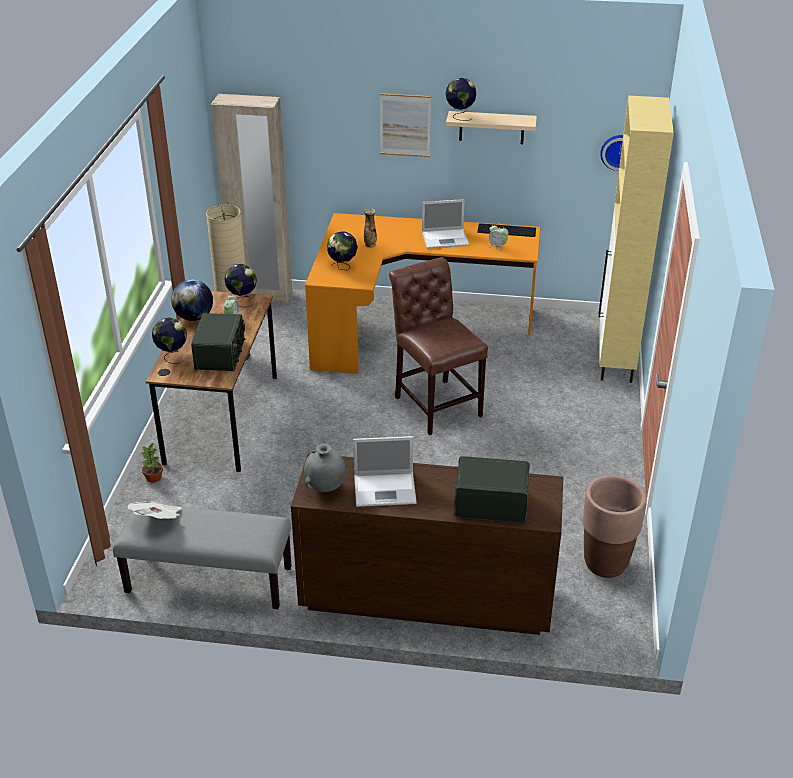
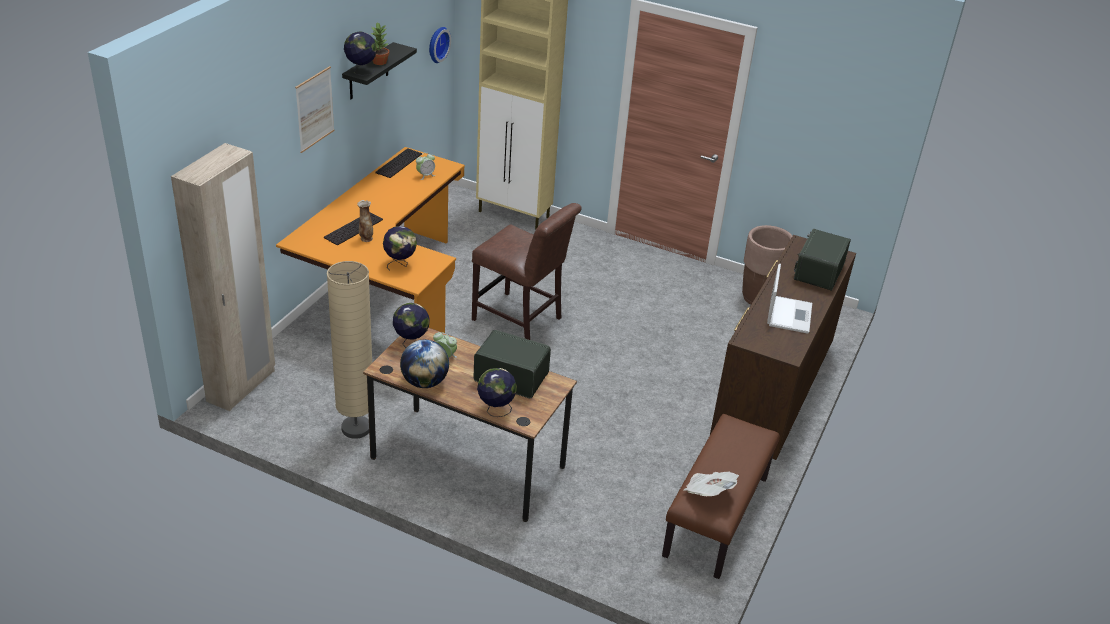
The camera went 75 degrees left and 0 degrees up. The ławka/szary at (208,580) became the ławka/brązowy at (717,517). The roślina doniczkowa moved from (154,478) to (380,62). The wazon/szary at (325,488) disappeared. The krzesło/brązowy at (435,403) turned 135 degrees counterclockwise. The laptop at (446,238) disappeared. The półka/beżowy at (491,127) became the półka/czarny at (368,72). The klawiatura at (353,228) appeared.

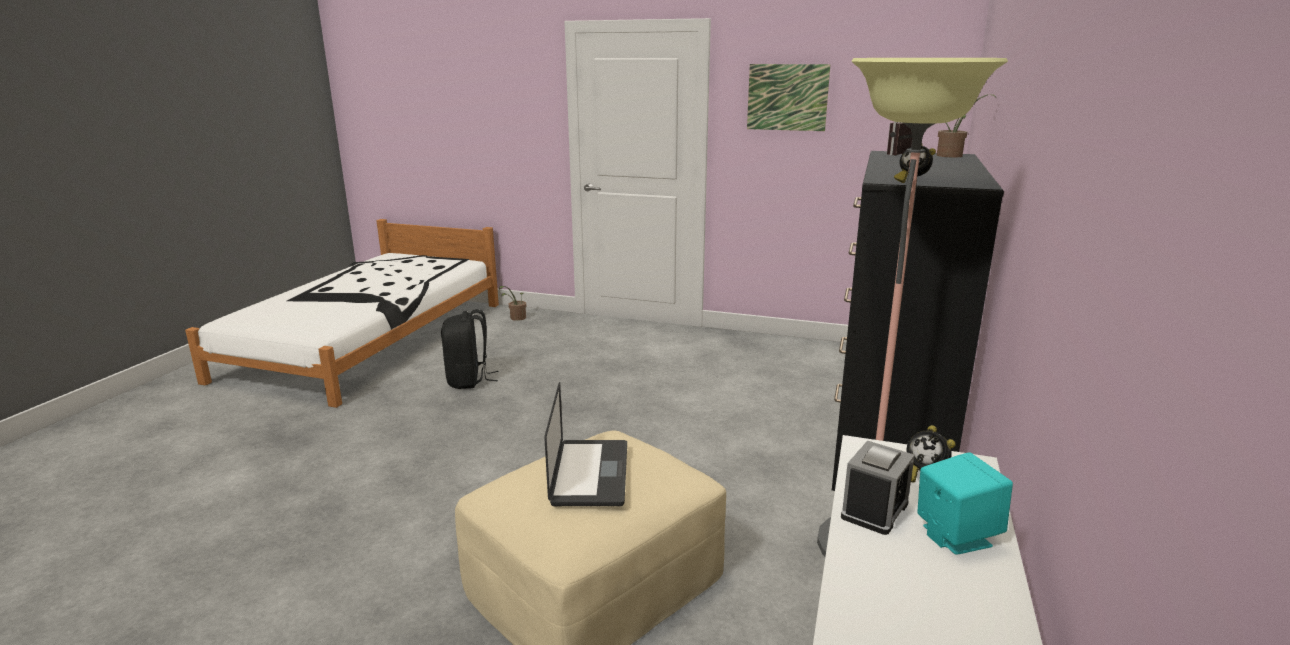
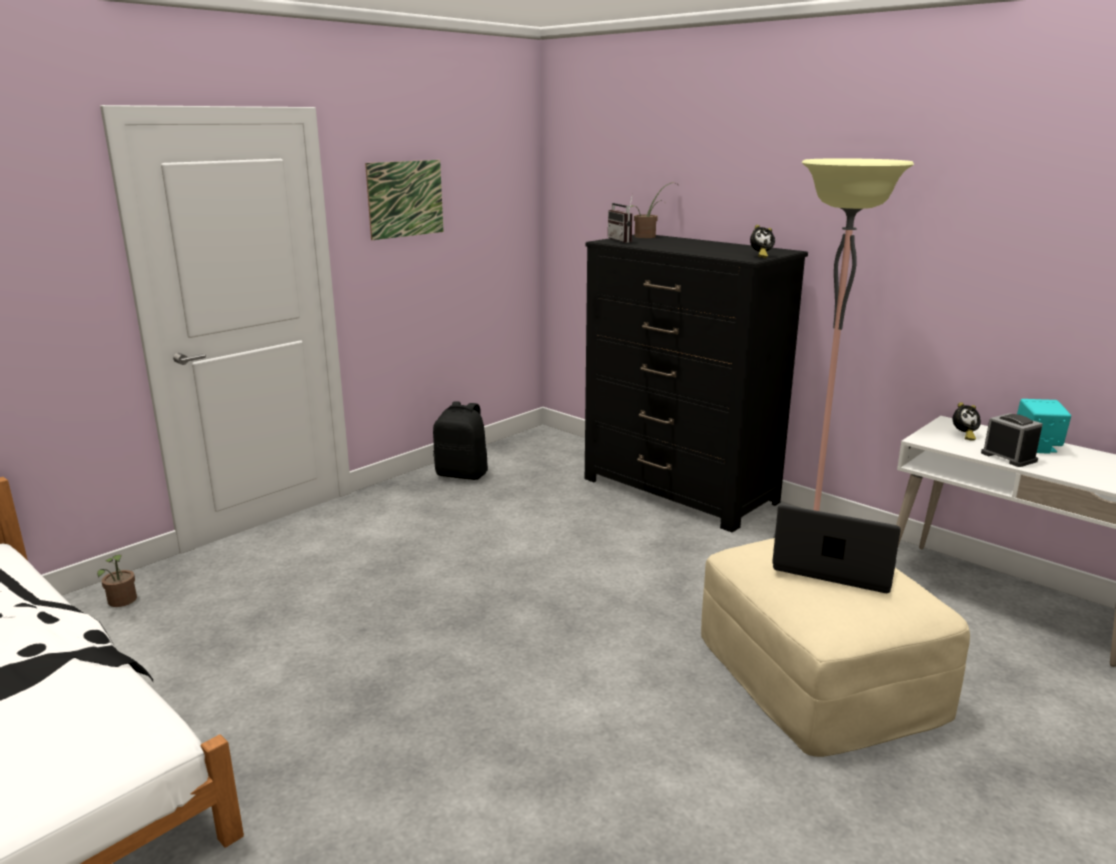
The camera went 65 degrees left and 0 degrees up. The plecak/czarny moved from (469,380) to (462,474).

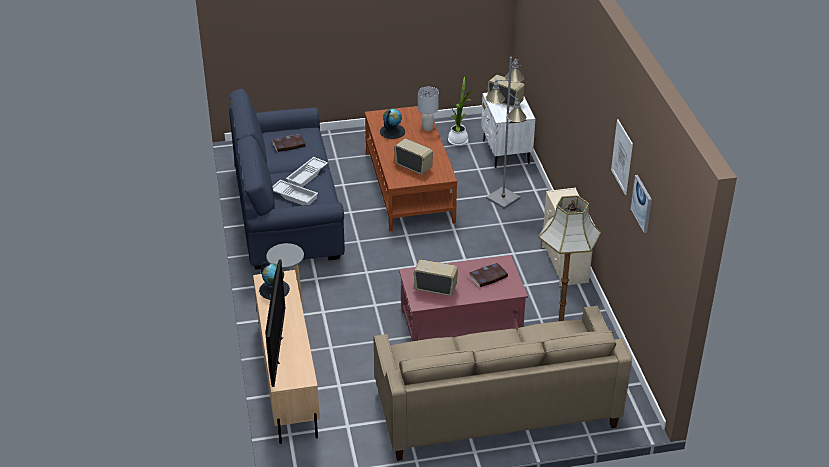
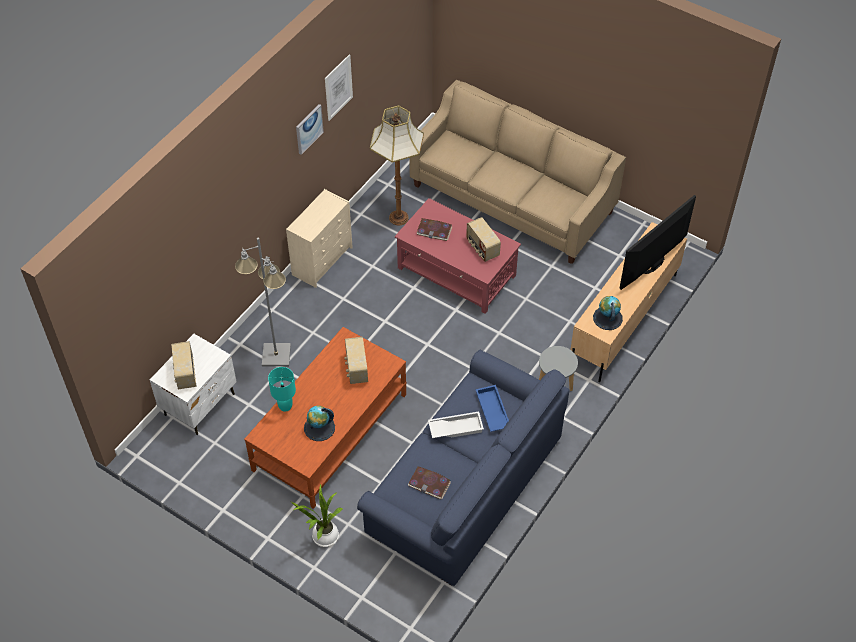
The camera went 135 degrees left and 15 degrees up. The taca/biały at (294,195) became the taca/niebieski at (491,411). The lampa stołowa/szary at (427,128) became the lampa stołowa/turkusowy at (285,406). The roślina doniczkowa moved from (458,140) to (323,536). The obraz moved from (642,203) to (309,129).

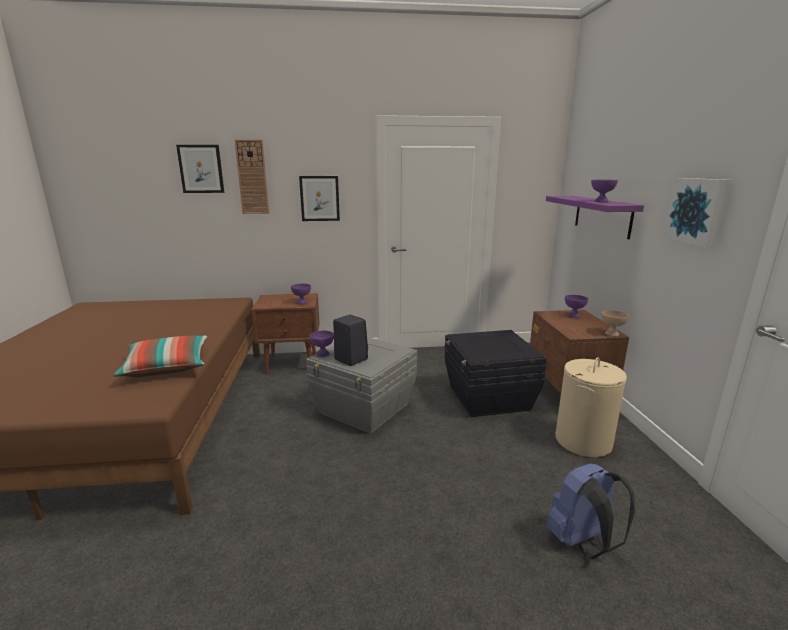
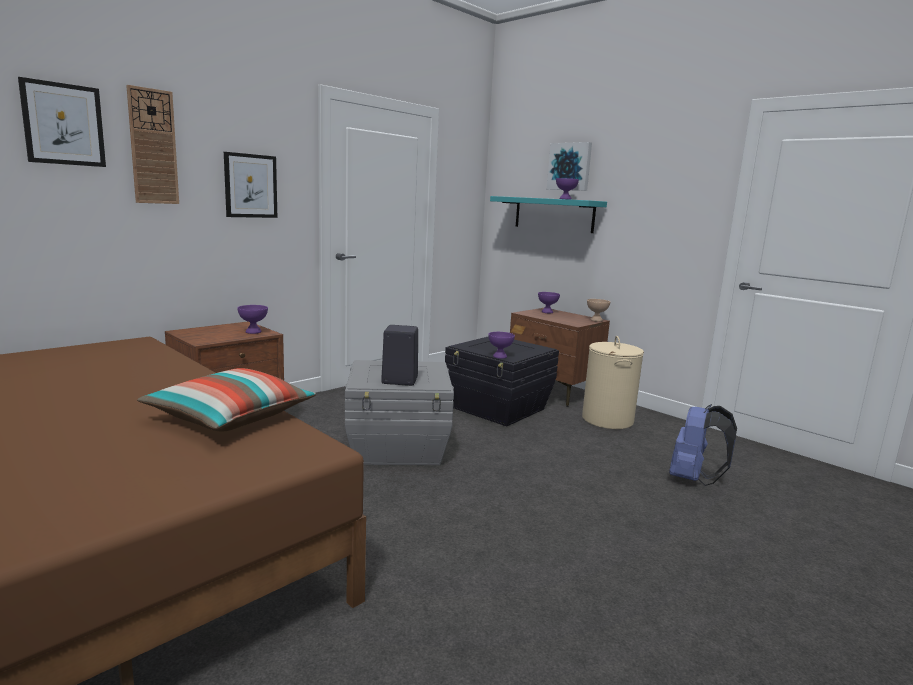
The camera went 40 degrees left and 5 degrees down. The miska/fioletowy moved from (323,354) to (500,356). The półka/fioletowy at (602,215) became the półka/turkusowy at (554,214). The obraz moved from (697,211) to (570,166).

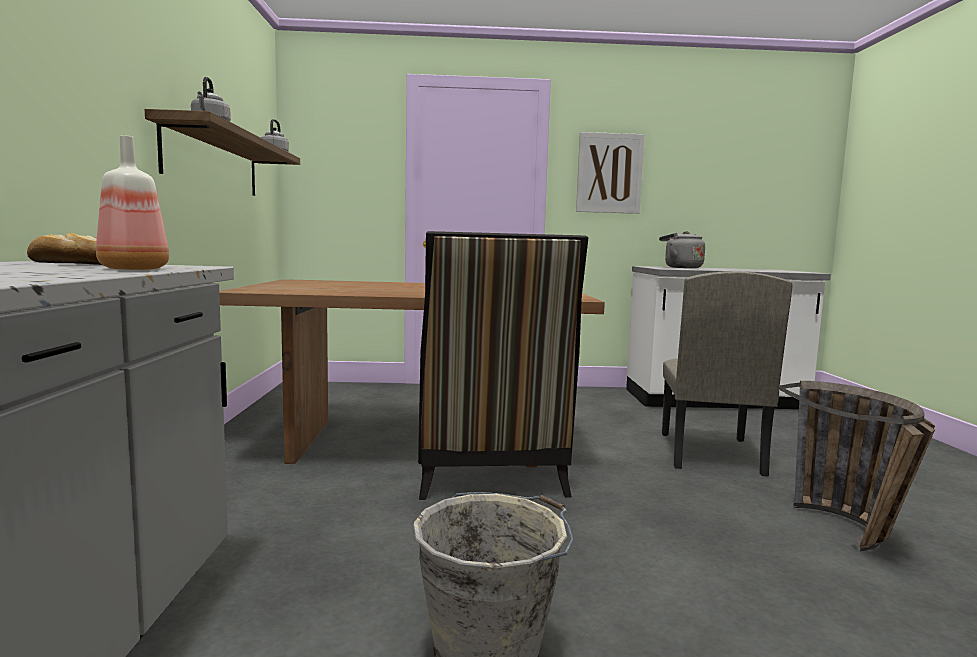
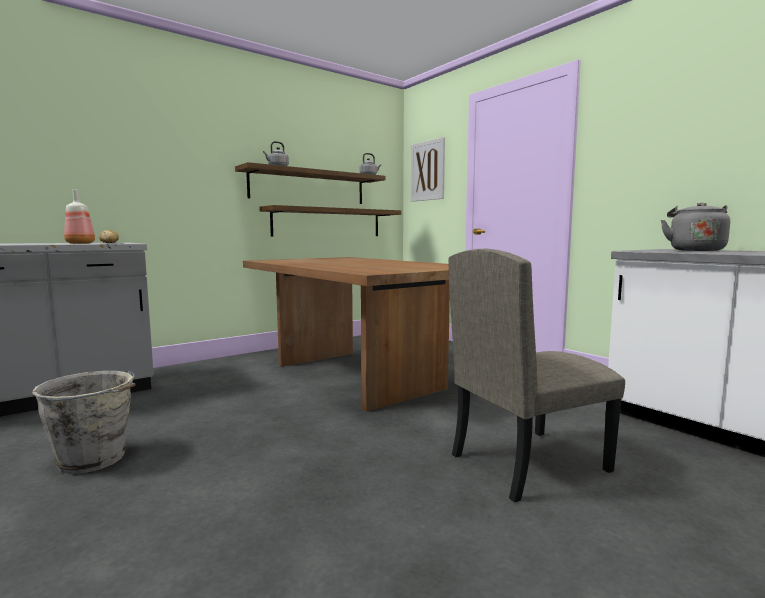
The camera went 55 degrees right and 0 degrees up. The krzesło at (488,471) disappeared. The obraz moved from (609,173) to (427,171). The koszyk at (853,537) disappeared. The półka at (328,222) appeared.

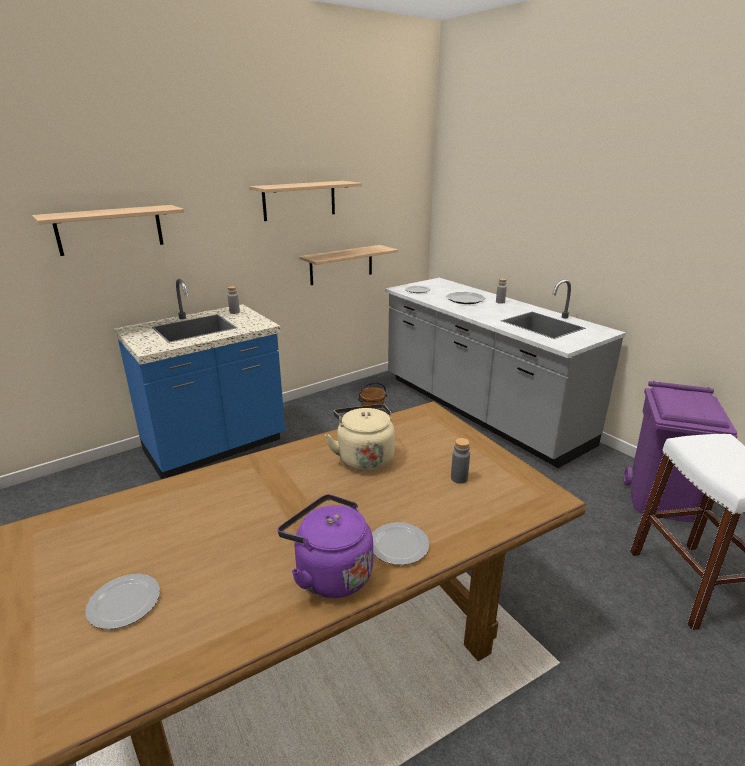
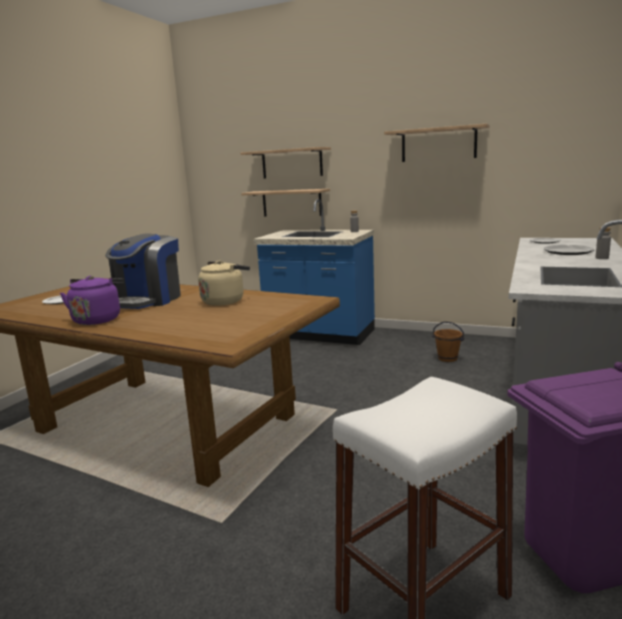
The camera went 60 degrees right and 10 degrees down. The półka moved from (341,265) to (291,203). The talerz at (398,545) disappeared. The butelka/szary at (459,478) disappeared. The ekspres do kawy at (148,300) appeared.

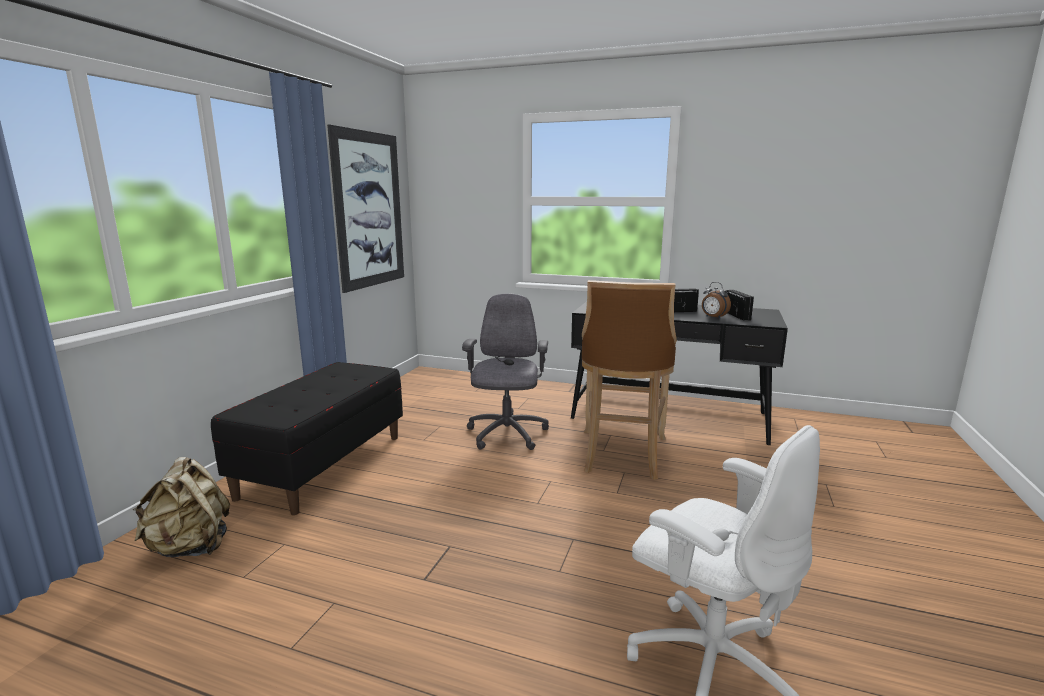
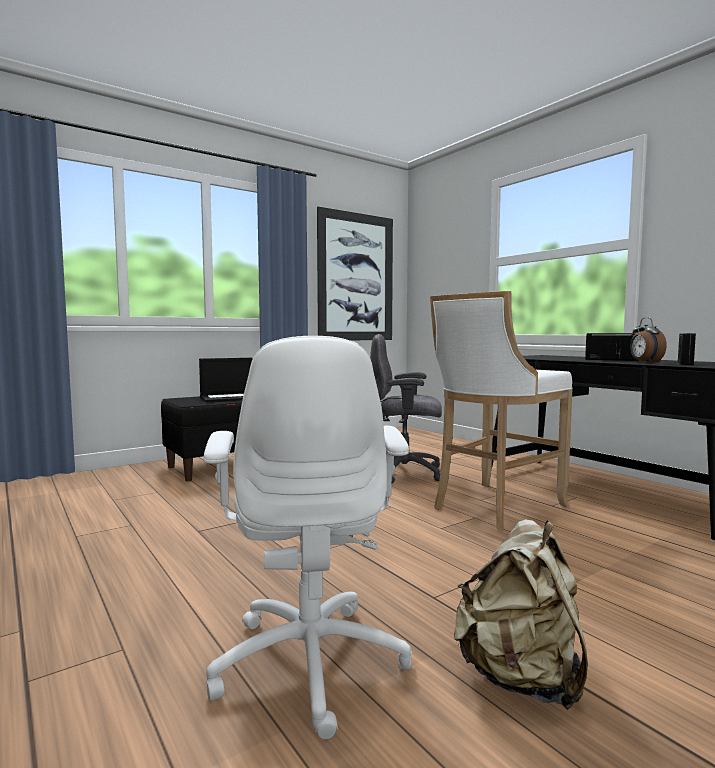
The camera went 35 degrees right and 10 degrees down. The plecak/beżowy moved from (190,547) to (521,677). The krzesło biurowe/szary at (506,435) turned 120 degrees counterclockwise. The stołek/brązowy at (622,455) became the stołek/biały at (494,507). The laptop at (231,398) appeared.

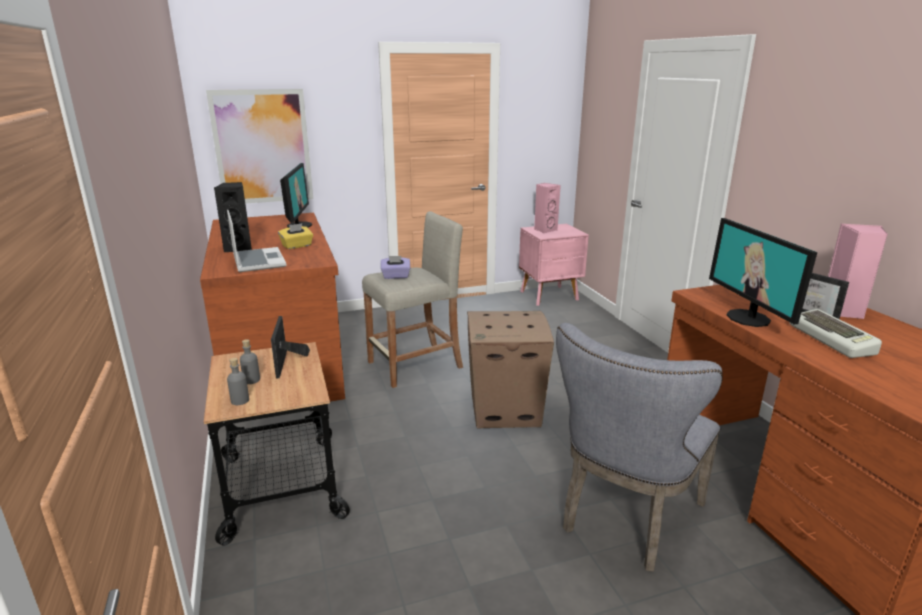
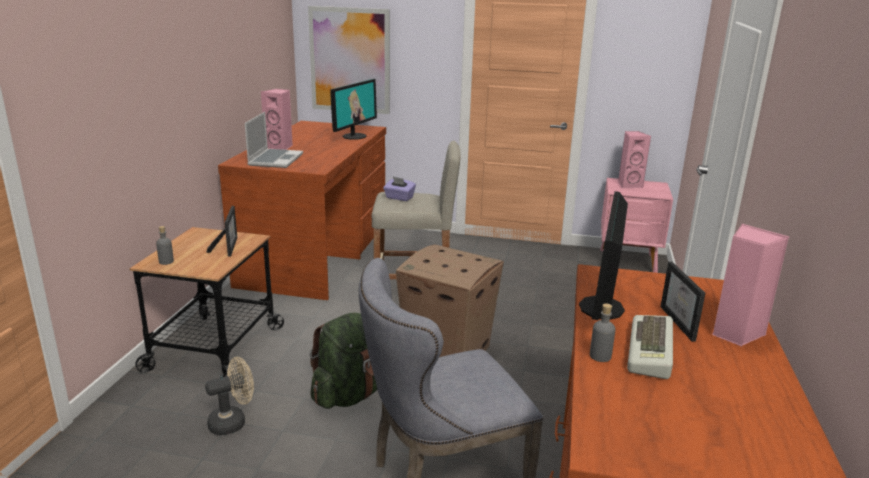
The camera went 30 degrees right and 0 degrees up. The głośnik/czarny at (240,248) became the głośnik/różowy at (280,147). The butelka/szary moved from (251,380) to (600,356). The ramka na zdjęcie at (287,365) turned 150 degrees clockwise. The pudełko chusteczek/żółty at (297,246) disappeared. The wentylator/beżowy at (233,422) appeared. The plecak/zielony at (350,394) appeared.

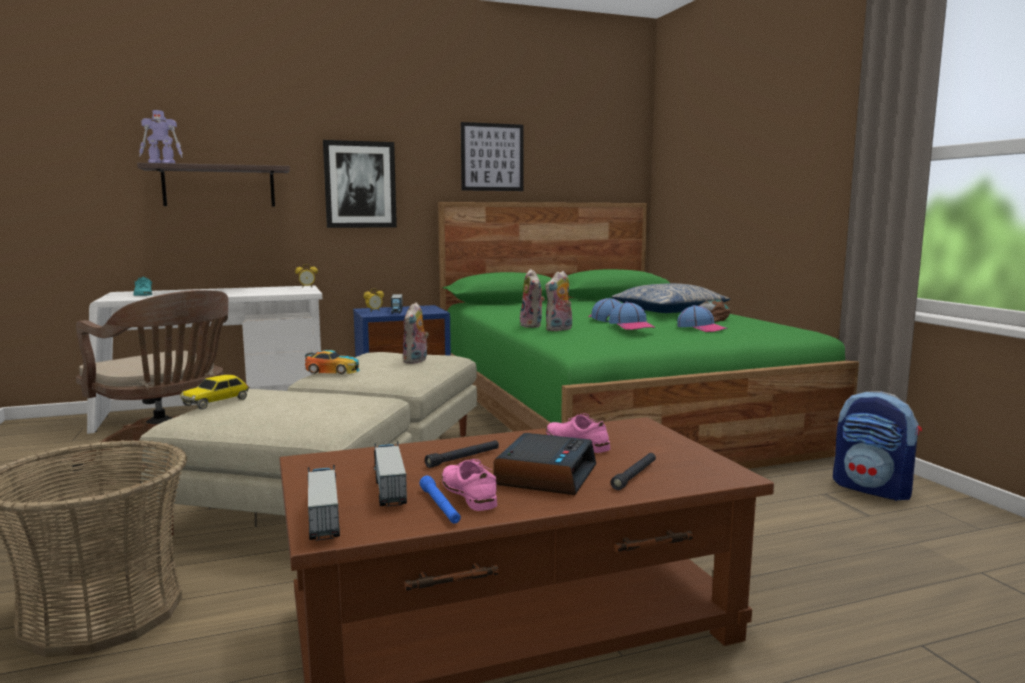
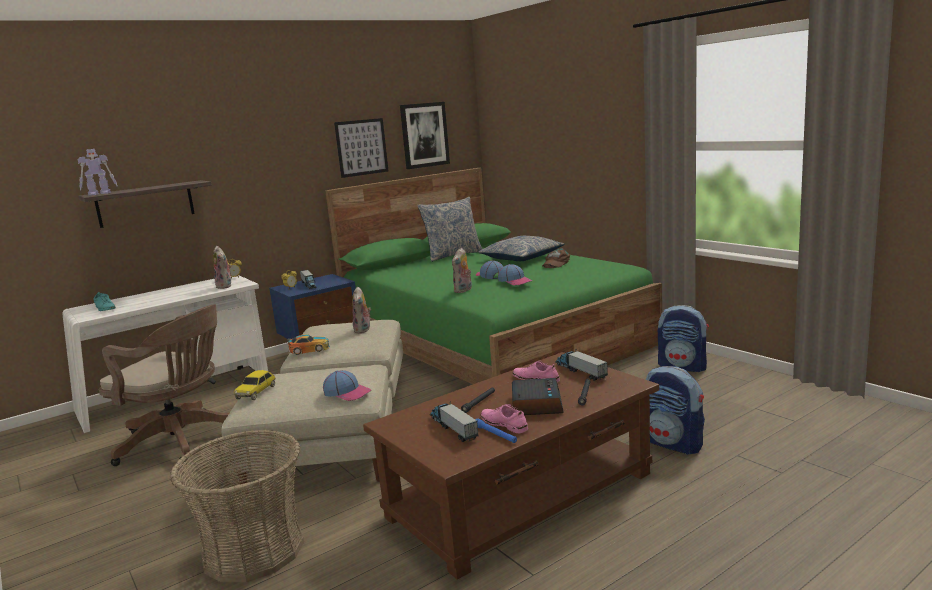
The camera went 15 degrees left and 5 degrees up. The ciężarówka zabawkowa moved from (323,513) to (580,371). The obraz moved from (360,184) to (424,135). The pluszak moved from (533,325) to (225,286). The czapka z daszkiem moved from (702,328) to (347,392). The poduszka at (453,255) appeared. The plecak at (674,443) appeared.

